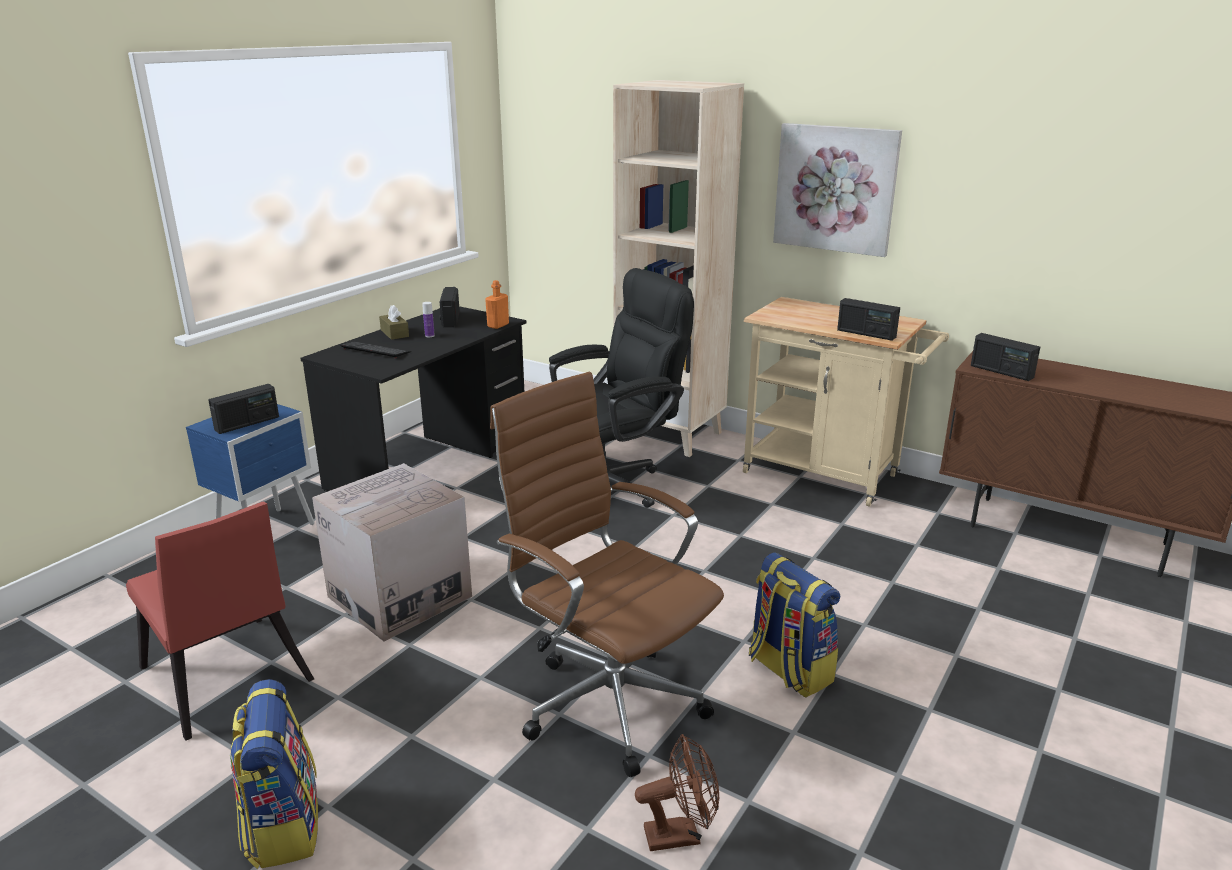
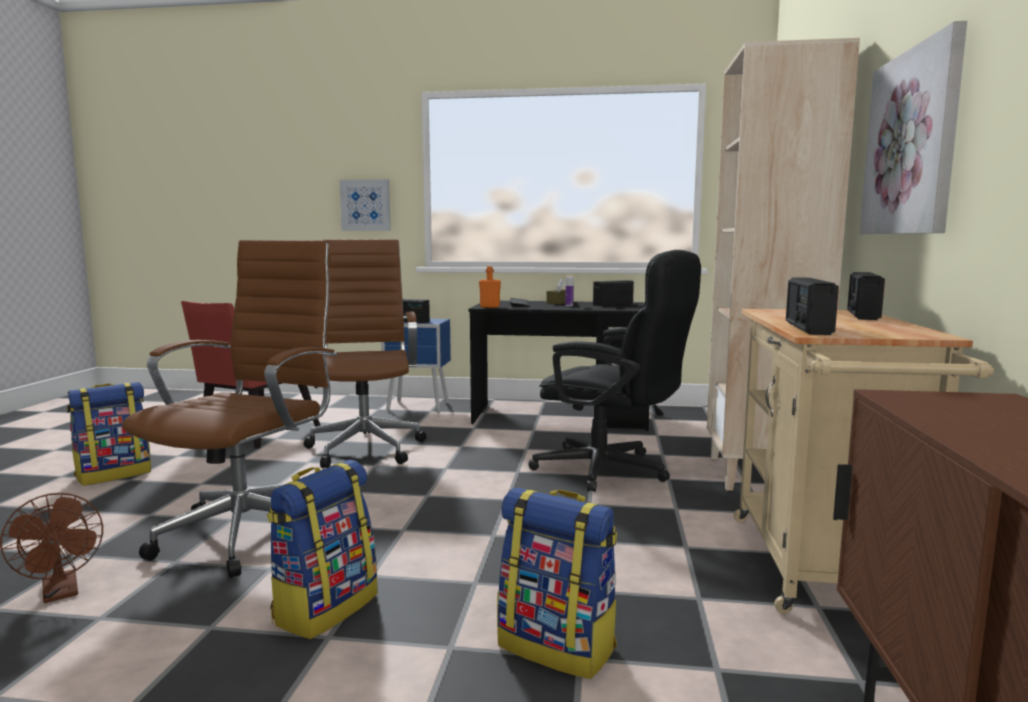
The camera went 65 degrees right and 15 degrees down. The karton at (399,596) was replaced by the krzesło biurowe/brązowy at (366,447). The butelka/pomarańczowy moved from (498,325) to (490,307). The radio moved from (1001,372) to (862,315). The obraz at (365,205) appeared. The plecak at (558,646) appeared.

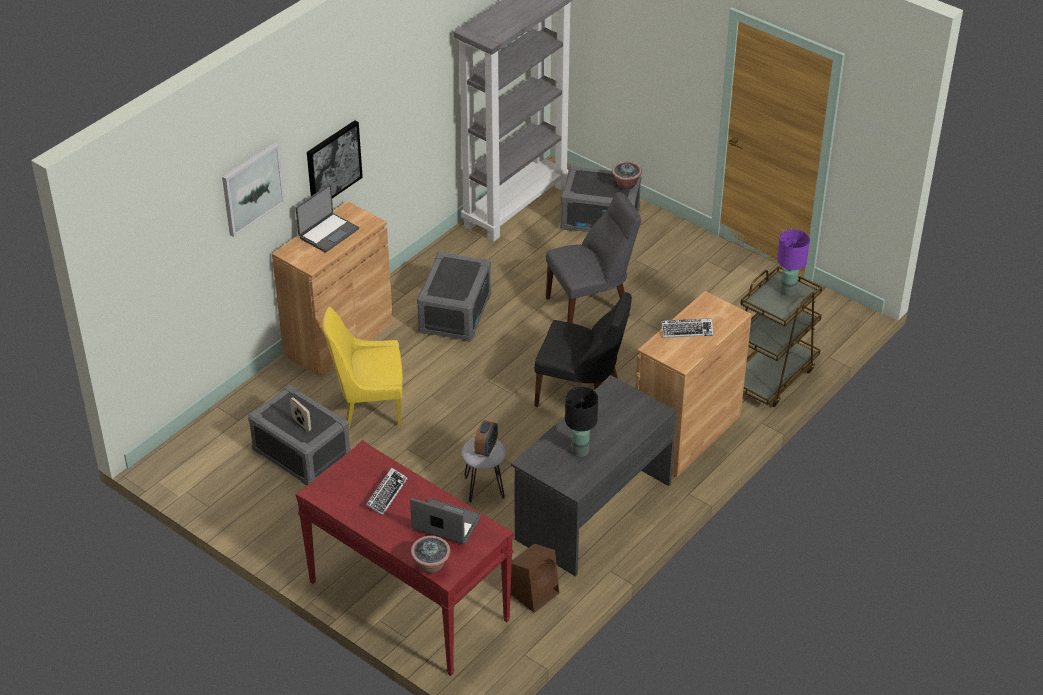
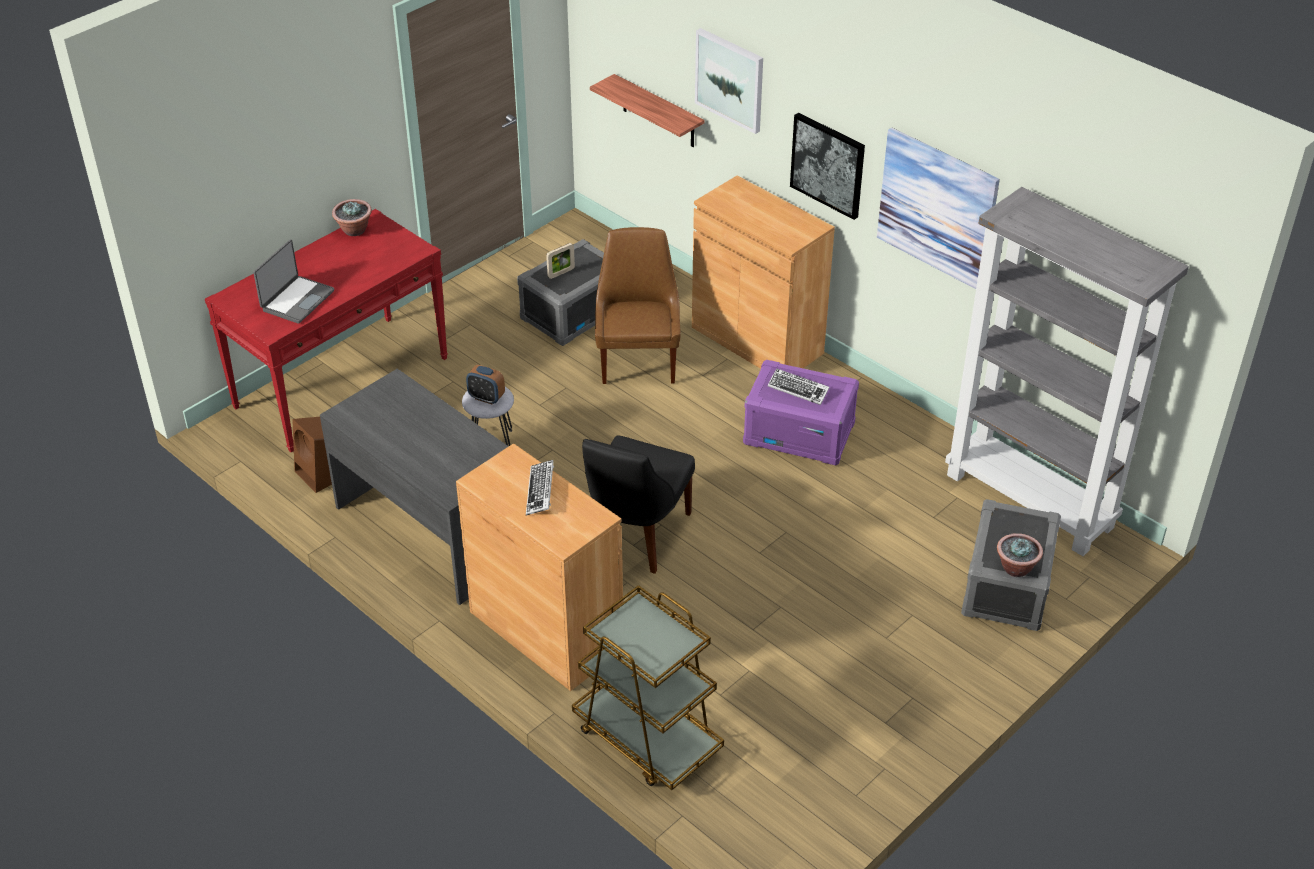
The camera went 95 degrees right and 0 degrees up. The laptop at (328,233) disappeared. The krzesło/żółty at (369,407) became the krzesło/brązowy at (638,361). The klawiatura moved from (386,494) to (798,389). The roślina doniczkowa moved from (431,566) to (354,230). The pojemnik do przechowywania/szary at (454,313) became the pojemnik do przechowywania/fioletowy at (799,433). The krzesło/szary at (591,306) disappeared. The lampa stołowa/czarny at (579,451) disappeared. The lampa stołowa/fioletowy at (787,291) disappeared. The półka at (658,112) appeared. The obraz at (937,208) appeared.

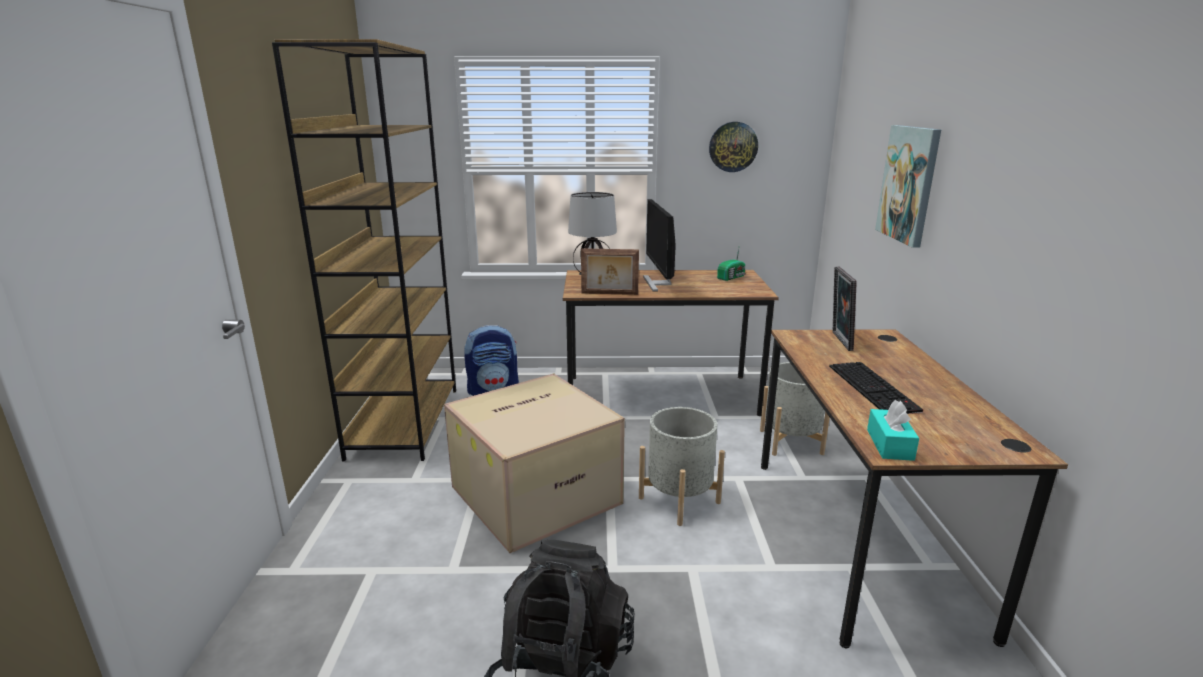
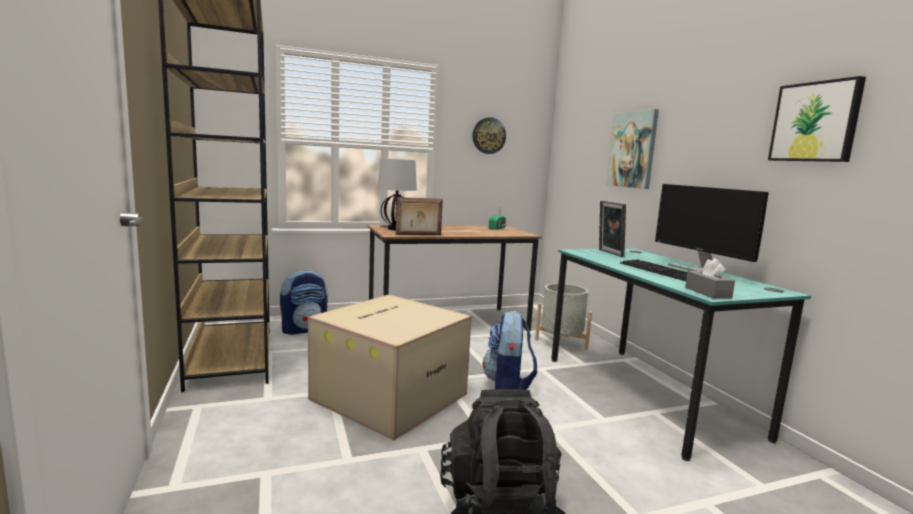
The camera went 20 degrees left and 10 degrees down. The donica/szary at (679,500) was replaced by the plecak at (508,387). The monitor moved from (658,283) to (699,270). The biurko/brązowy at (859,538) became the biurko/turkusowy at (646,395). The pudełko chusteczek/turkusowy at (889,444) became the pudełko chusteczek/szary at (707,292). The obraz at (815,122) appeared.

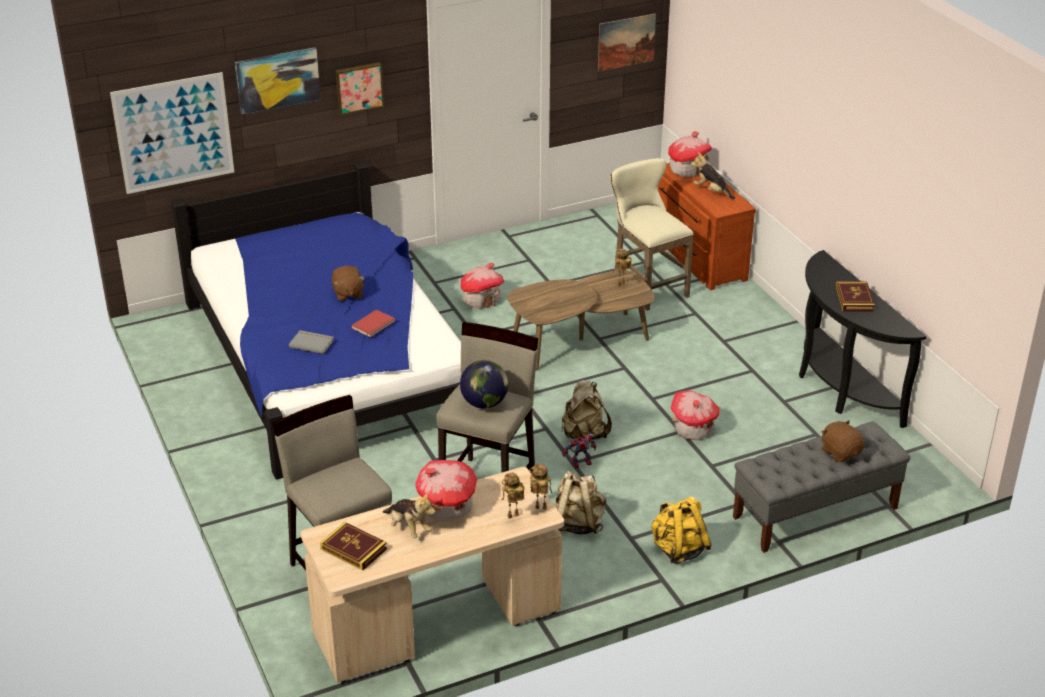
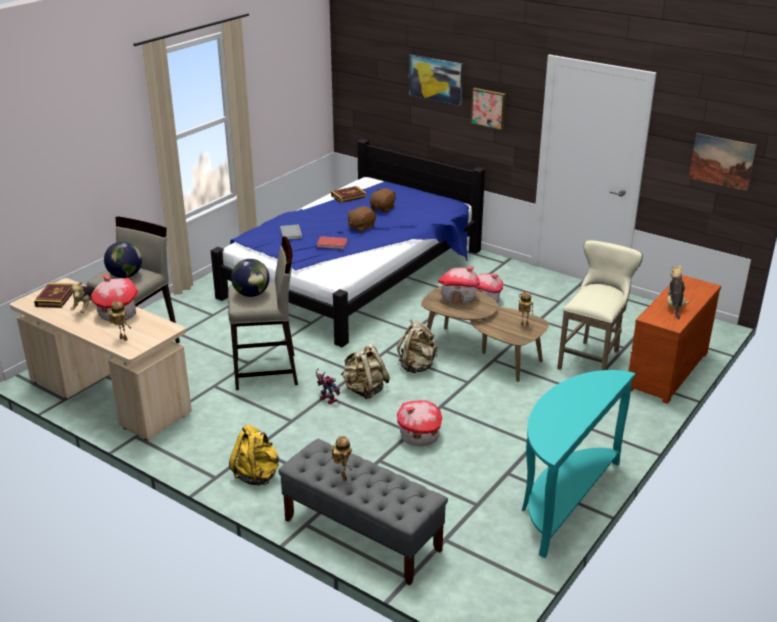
The camera went 60 degrees right and 5 degrees down. The obraz at (174,133) disappeared. The robot zabawkowy moved from (539,508) to (342,477). The plecak/beżowy moved from (578,523) to (417,366). The domek moved from (688,170) to (458,298). The stolik konsolowy/czarny at (839,388) became the stolik konsolowy/turkusowy at (563,499). The pluszak/brązowy moved from (840,452) to (383,208). The książka moved from (854,299) to (348,196). The globus at (125,276) appeared.

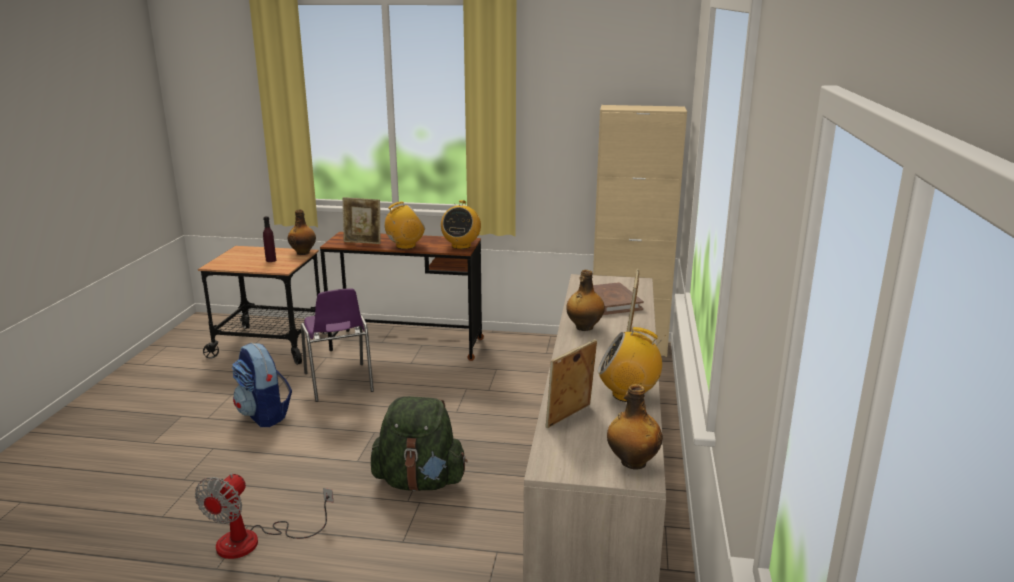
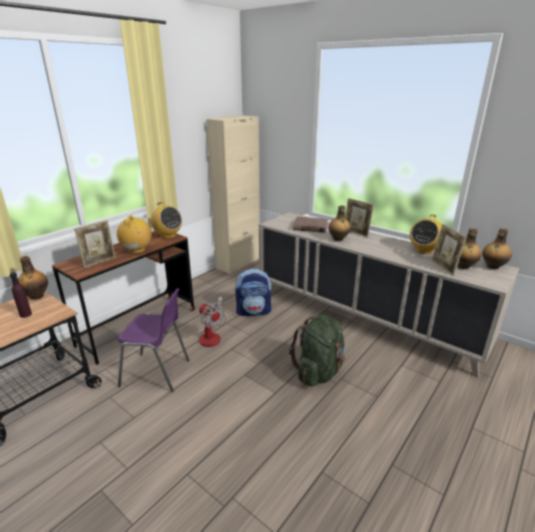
The camera went 60 degrees left and 5 degrees up. The wentylator moved from (253,541) to (212,335). The plecak moved from (264,415) to (254,311). The butelka at (463,267) appeared.

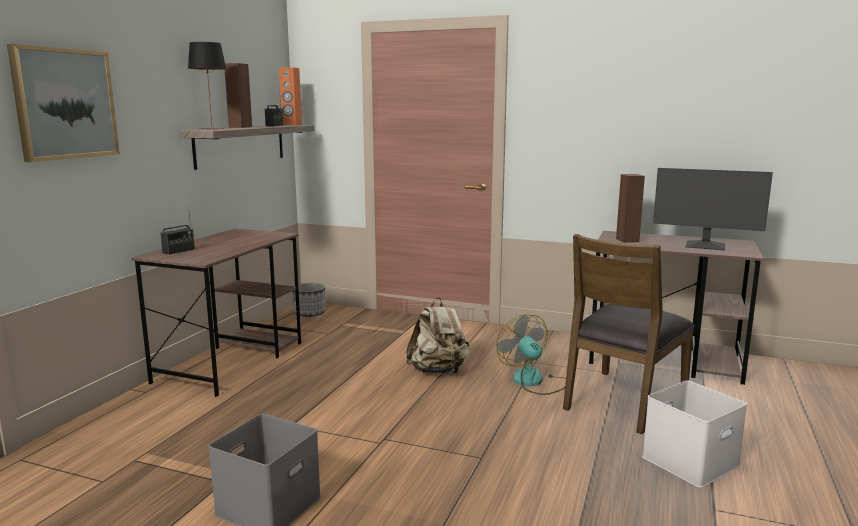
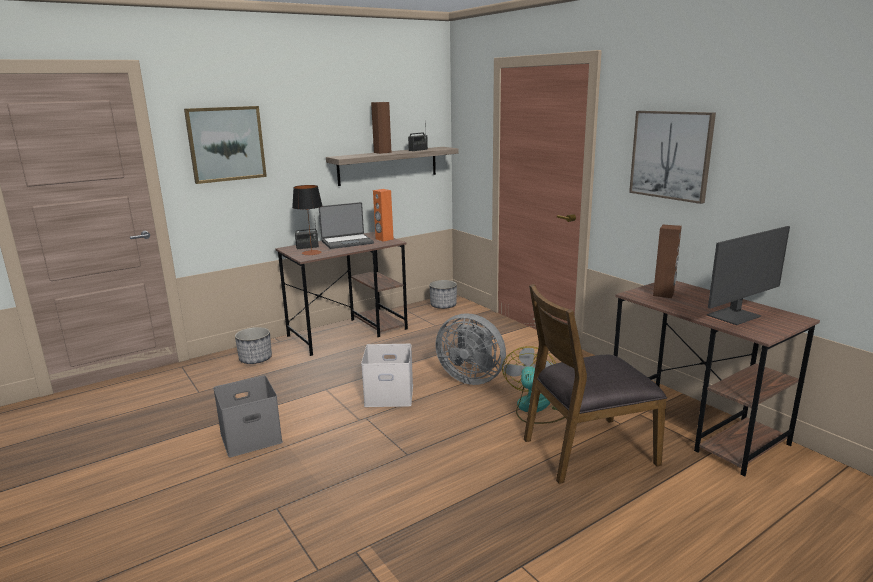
The camera went 35 degrees right and 5 degrees up. The lampa stołowa moved from (212,129) to (311,253). The głośnik/pomarańczowy moved from (292,124) to (384,239). The plecak/beżowy at (438,371) was replaced by the wentylator/szary at (471,378). The pojemnik do przechowywania/biały moved from (689,460) to (390,394). The monitor at (705,246) turned 90 degrees counterclockwise. The donica at (256,359) appeared. The laptop at (347,242) appeared. The obraz at (671,155) appeared.

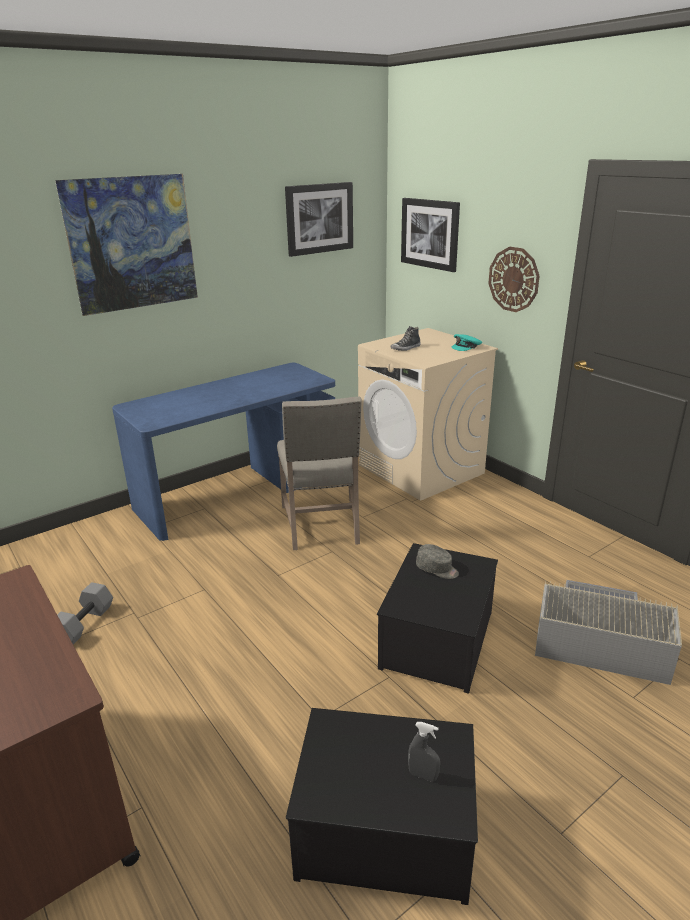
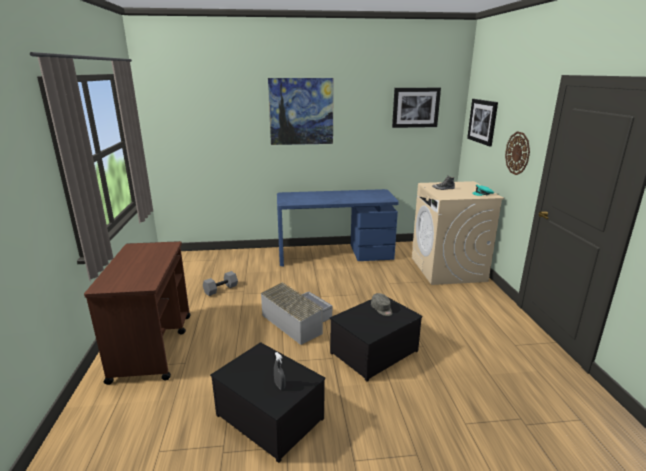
The camera went 30 degrees right and 5 degrees down. The krzesło/beżowy at (322,525) disappeared. The pojemnik do przechowywania/szary moved from (597,641) to (297,320).

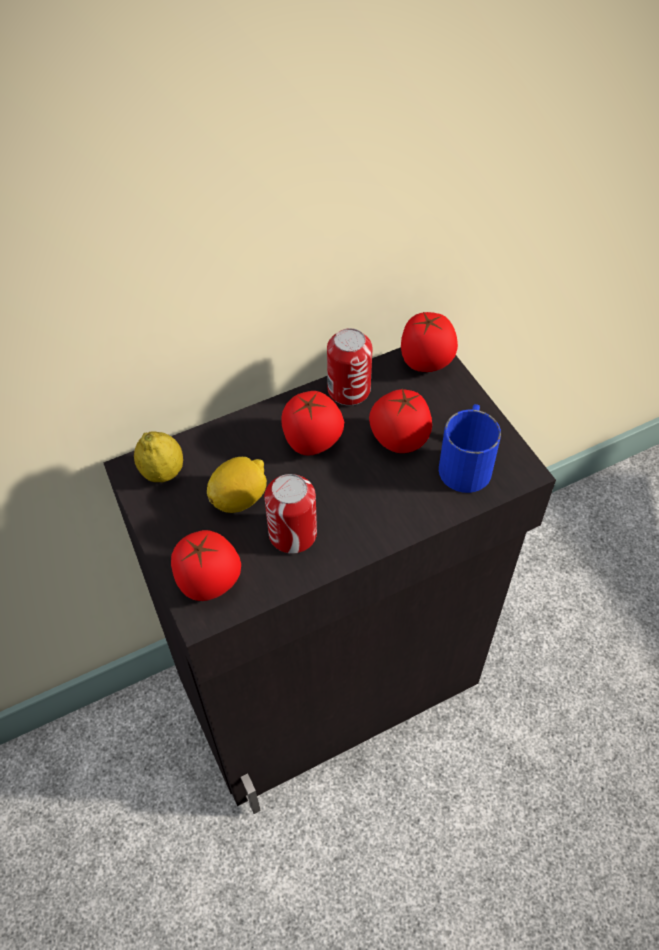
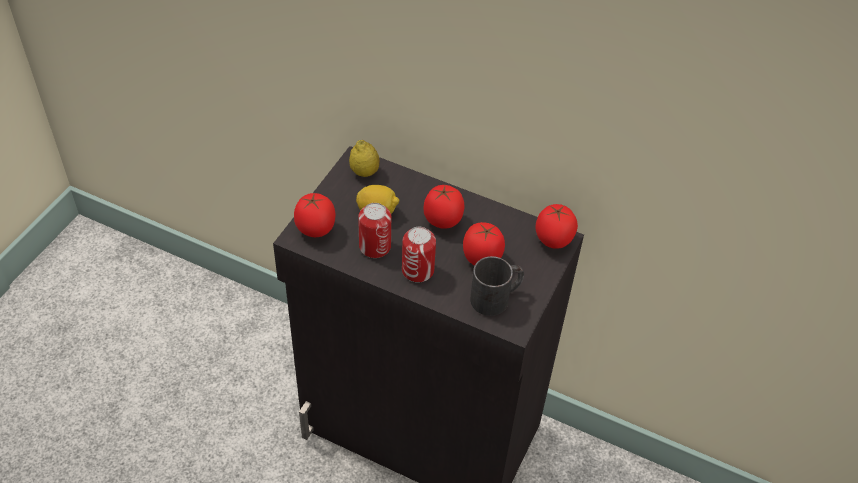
The camera went 50 degrees right and 5 degrees down. The puszka moved from (349,390) to (417,270). The kubek/niebieski at (466,461) became the kubek/czarny at (496,297).

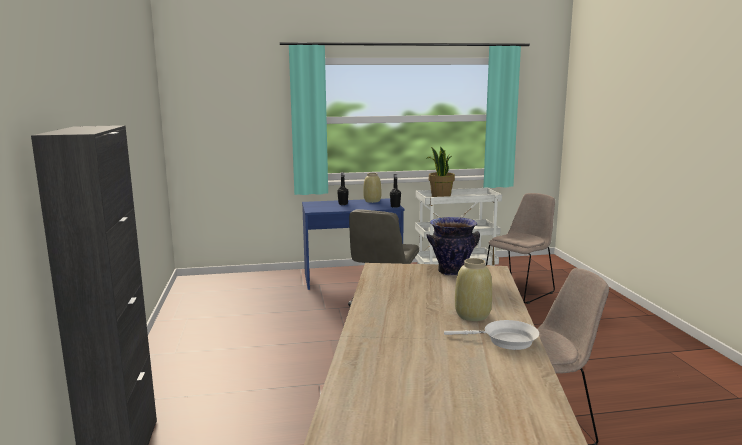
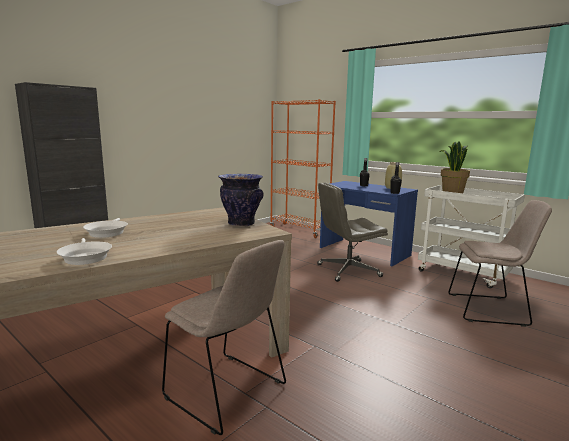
The camera went 50 degrees right and 0 degrees up. The wazon/beżowy at (472,316) disappeared. The patelnia/biały at (107,232) appeared. The regał/pomarańczowy at (299,230) appeared.

